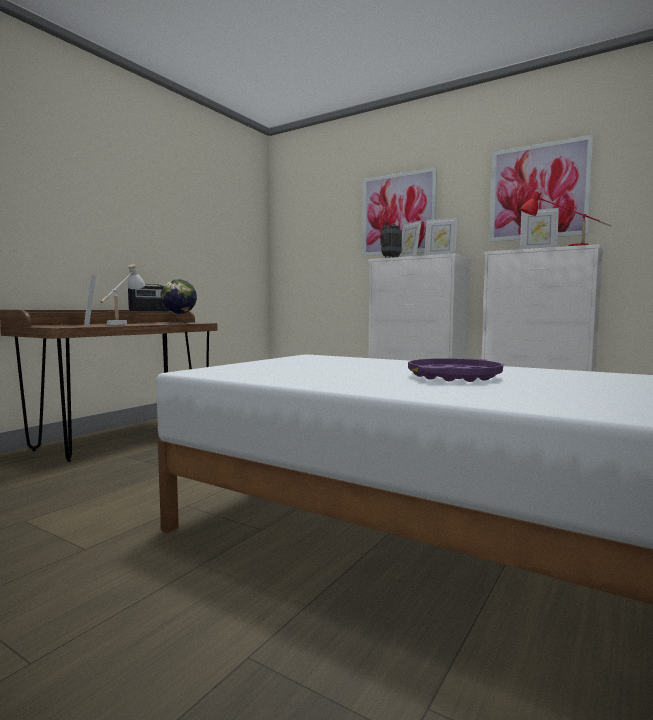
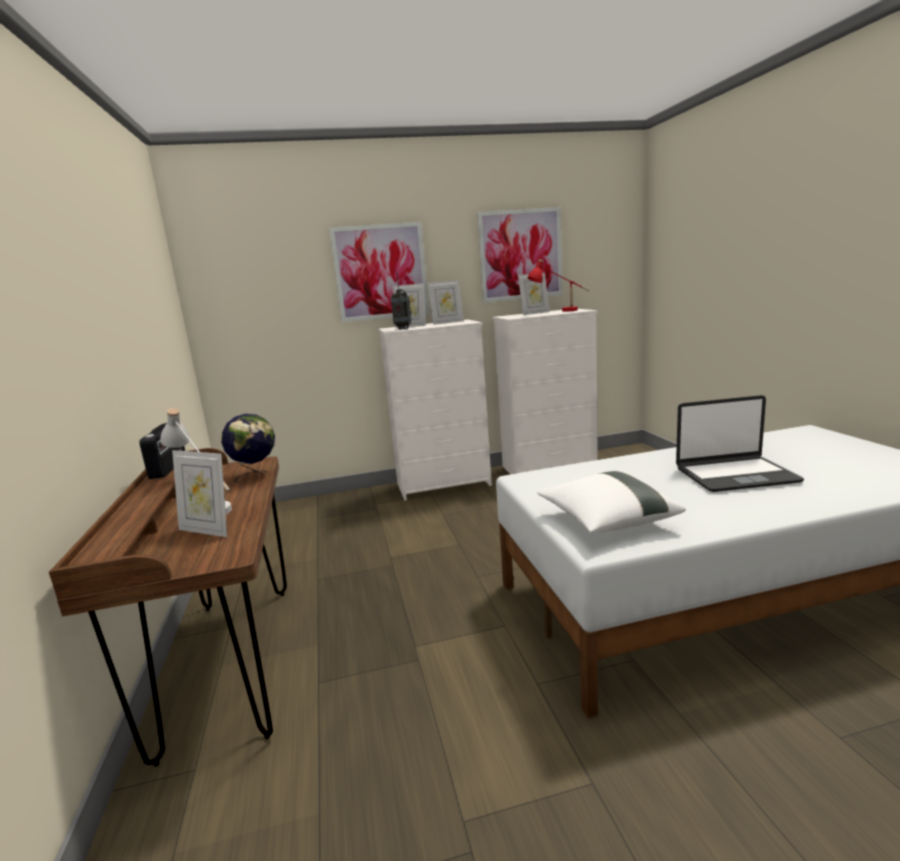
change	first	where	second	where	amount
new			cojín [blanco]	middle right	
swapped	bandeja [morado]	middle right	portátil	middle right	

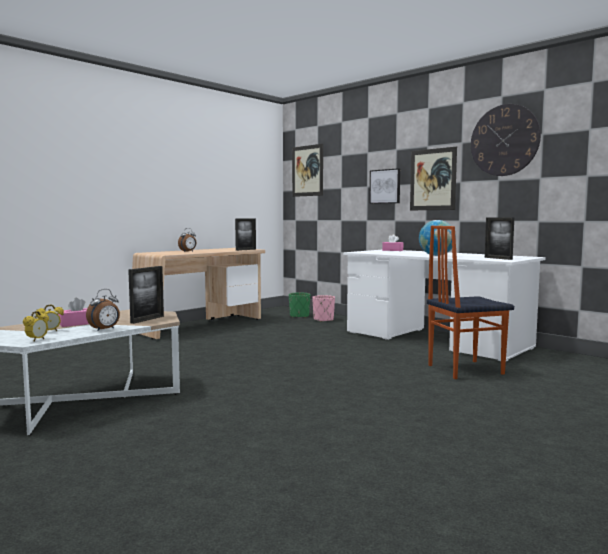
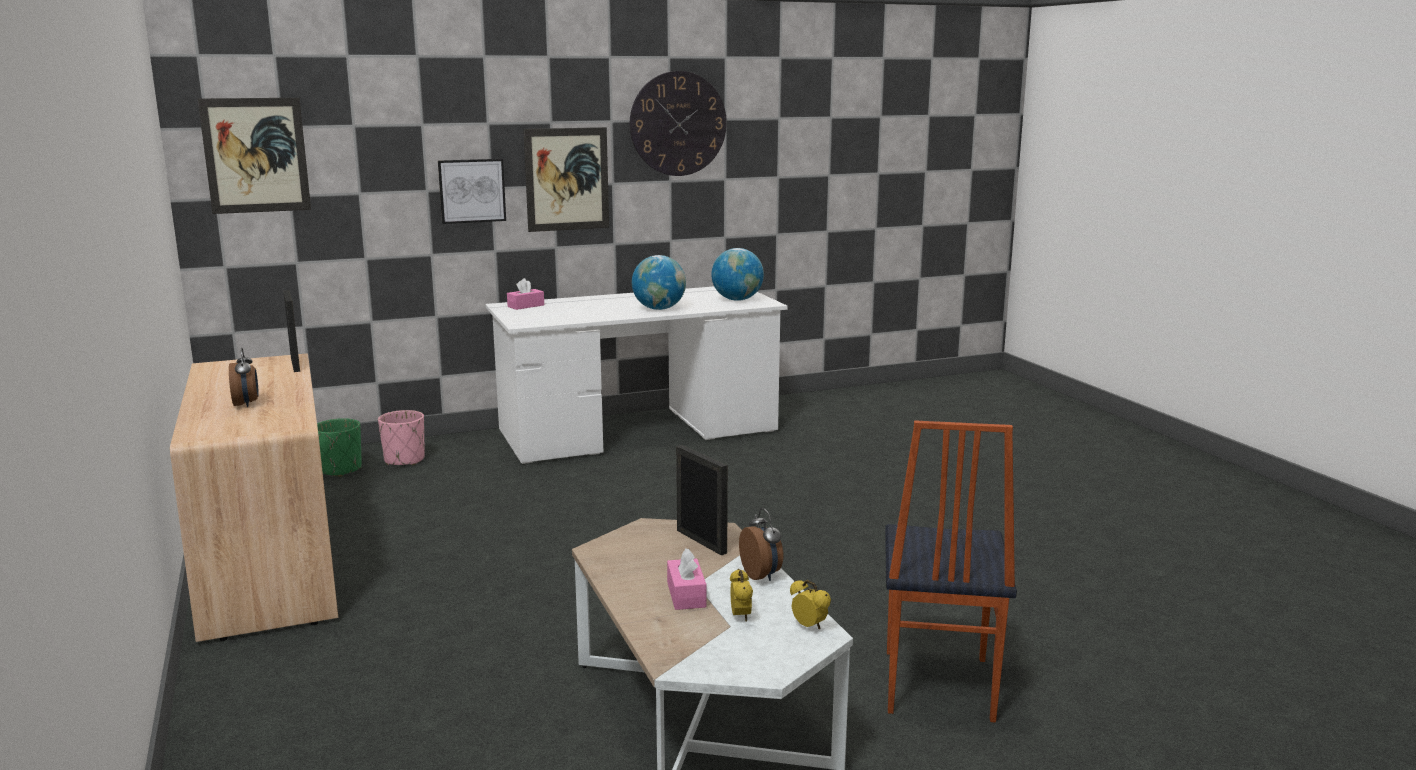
change	first	where	second	where	amount
swapped	portarretratos (no. 3 from left)	middle right	globo terráqueo (no. 2 from left)	centre	
shifted	silla	middle right		bottom right	

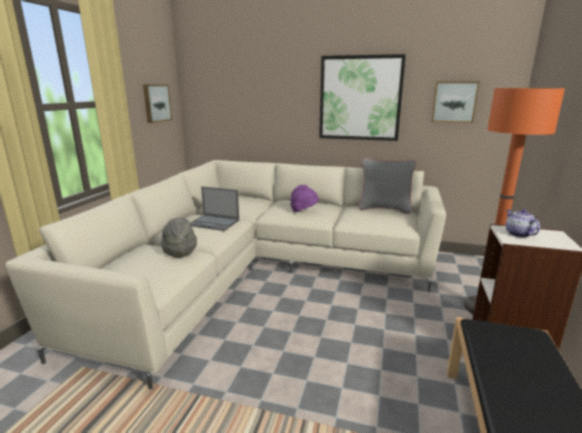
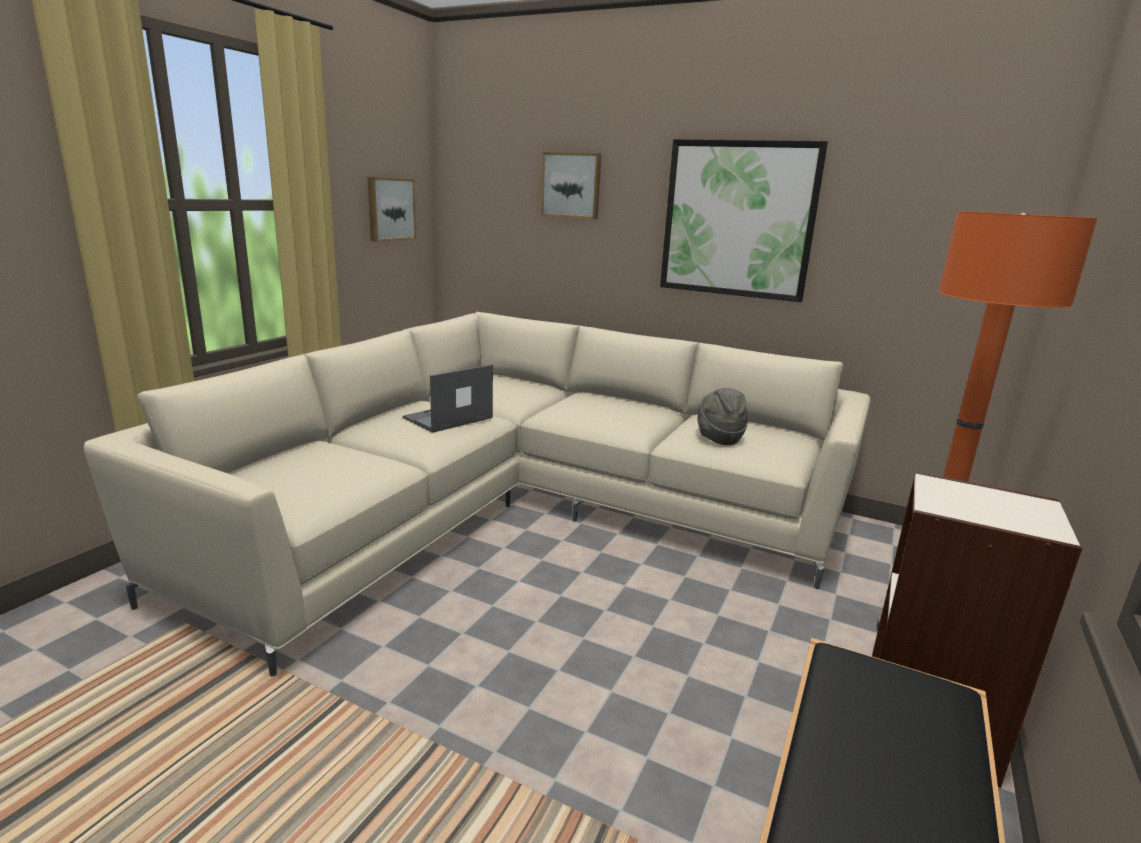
change	first	where	second	where	amount
rotated	portátil	centre		centre	105 degrees clockwise
shifted	cuadro (no. 3 from left in the first image)	top right	cuadro (no. 2 from left)	top centre	
shifted	sombrero [gris]	middle left		centre	
gone	sombrero [morado]	centre			
gone	cojín [gris]	centre			
gone	tetera	middle right			

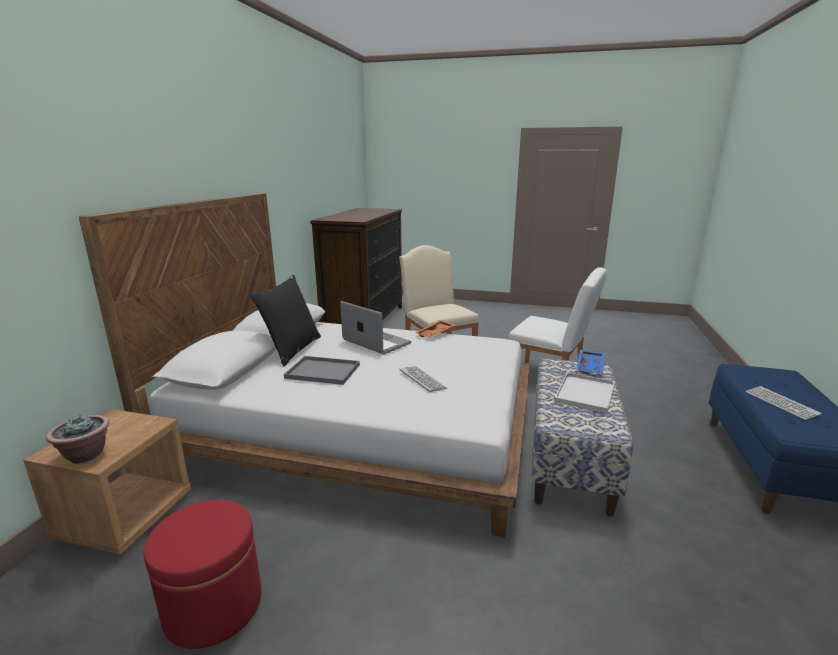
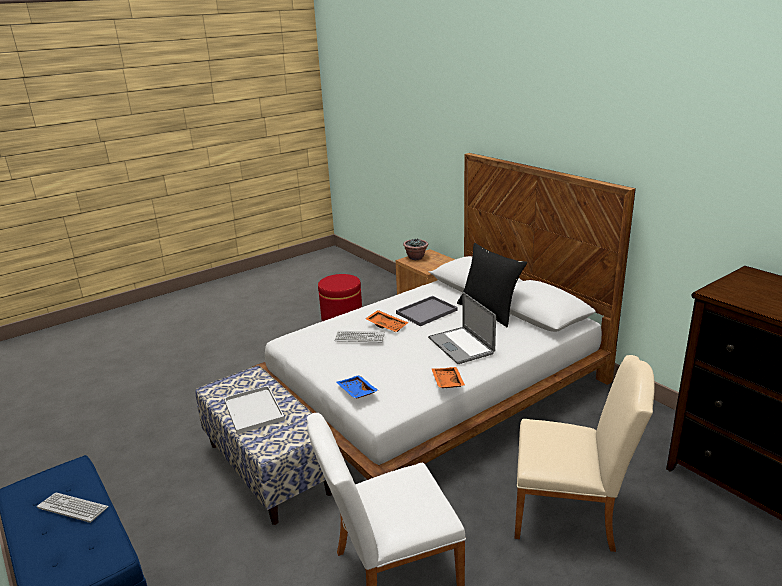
change	first	where	second	where	amount
shifted	bandeja [azul]	middle right		centre	
new			bandeja [naranja] (no. 1 from left)	centre	
rotated	portátil	centre		centre	75 degrees clockwise

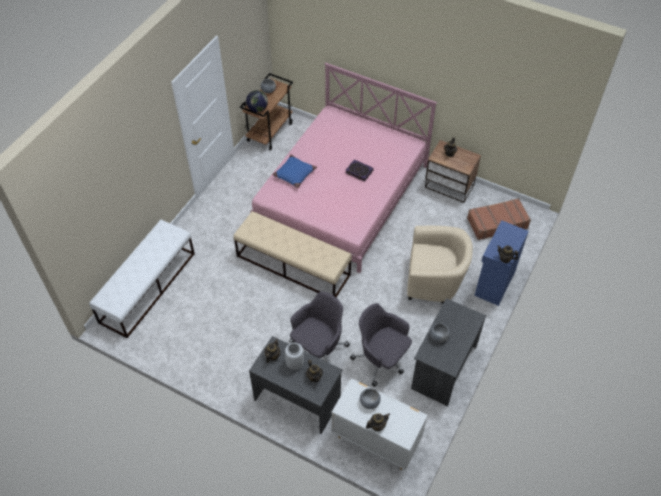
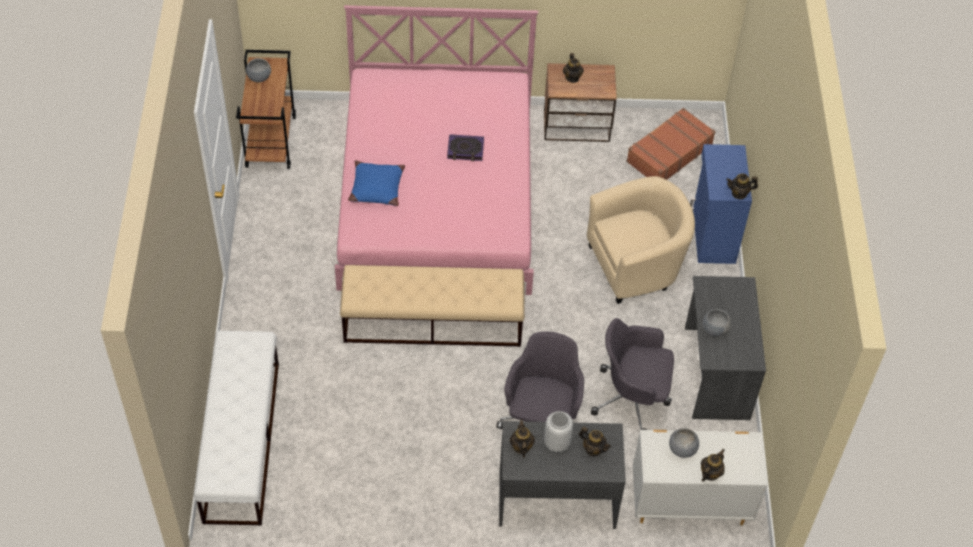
change	first	where	second	where	amount
gone	globo terráqueo	top centre			

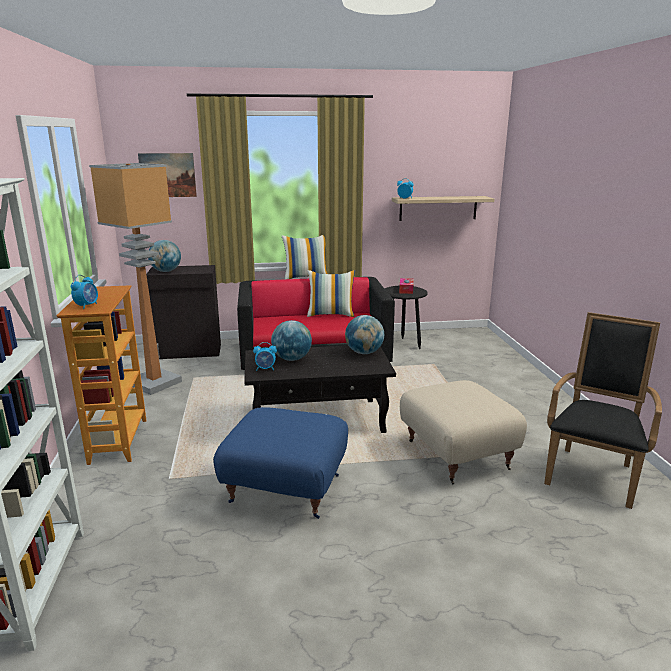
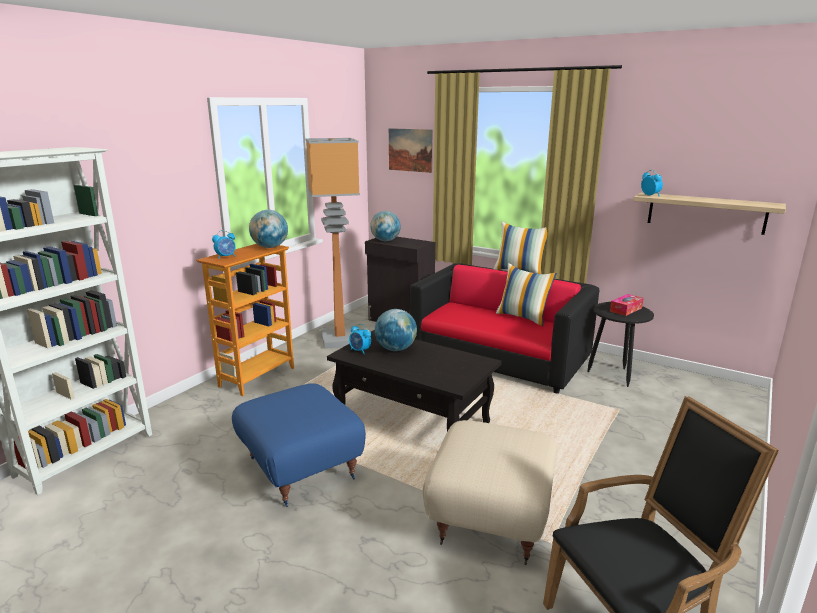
change	first	where	second	where	amount
shifted	globo terráqueo (no. 3 from left in the first image)	centre	globo terráqueo (no. 1 from left)	middle left	

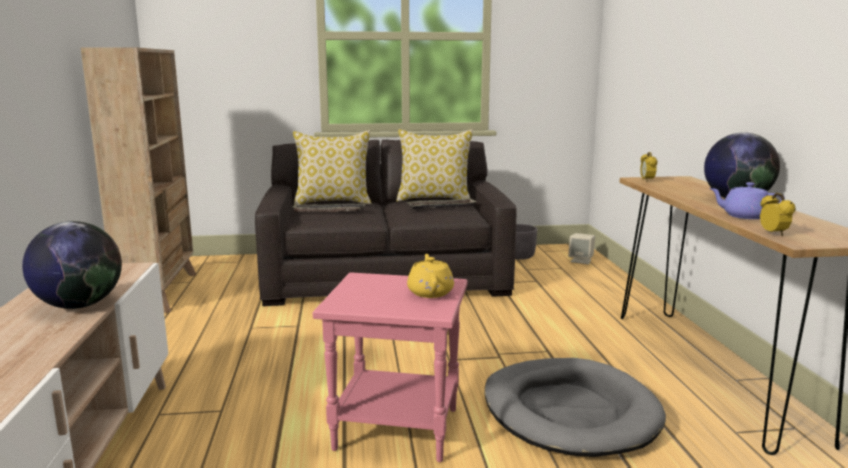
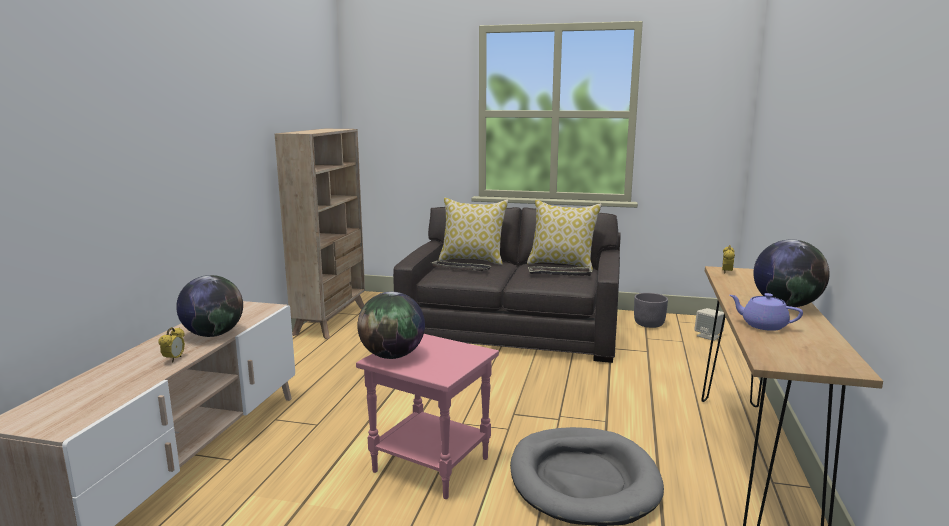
change	first	where	second	where	amount
shifted	despertador (no. 2 from left in the first image)	middle right	despertador (no. 1 from left)	middle left	
new			globo terráqueo (no. 2 from left)	centre	
gone	tetera [amarillo]	centre			

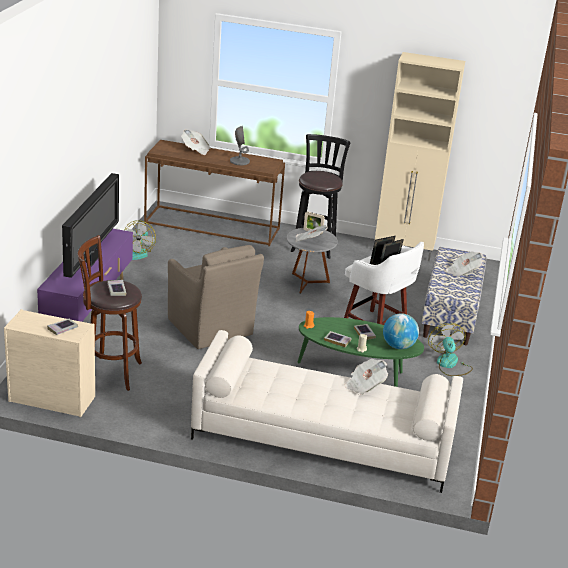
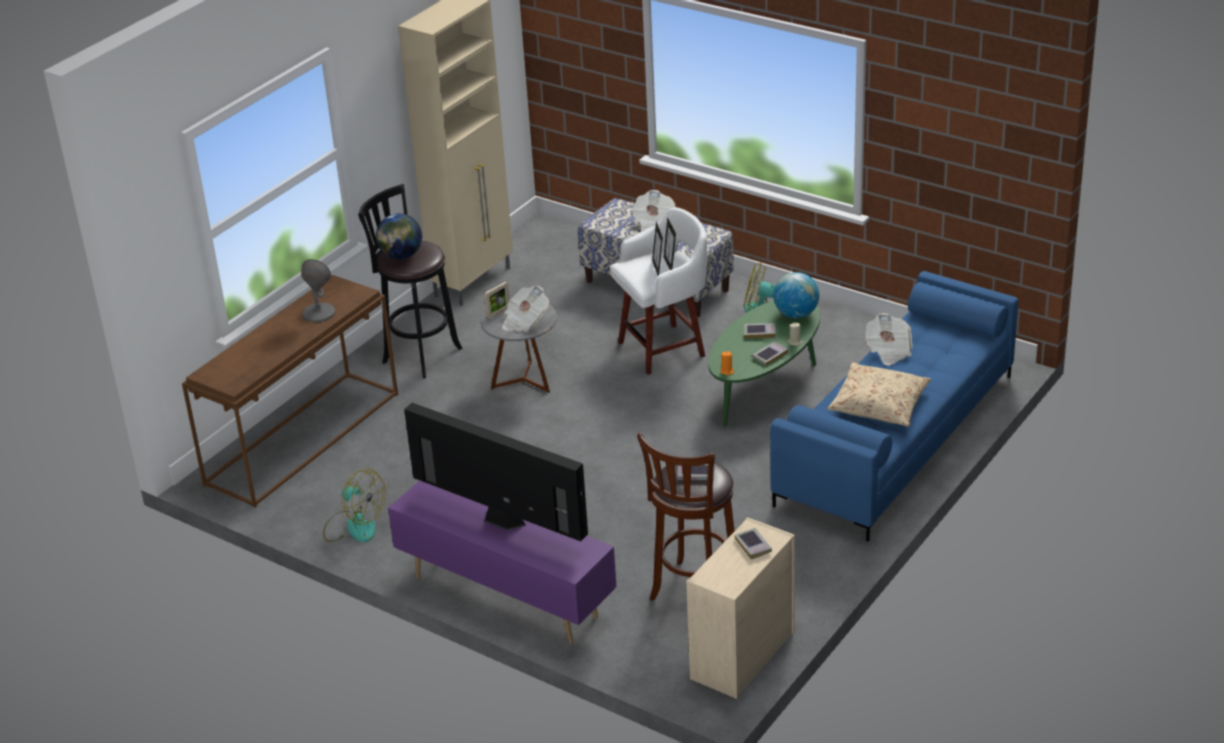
change	first	where	second	where	amount
new			globo terráqueo (no. 1 from left)	top left	
repainted	sofá [blanco]	bottom centre	sofá [azul]	middle right	
new			cojín [beis]	middle right	
gone	sillón [marrón]	centre			
gone	periódico (no. 1 from left)	top centre			

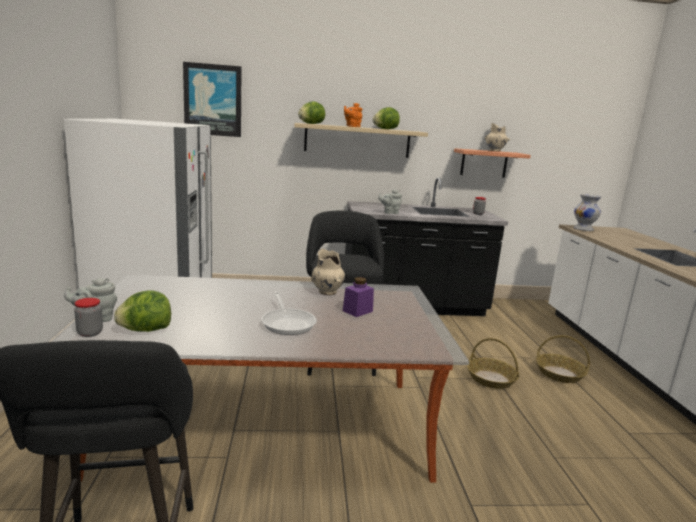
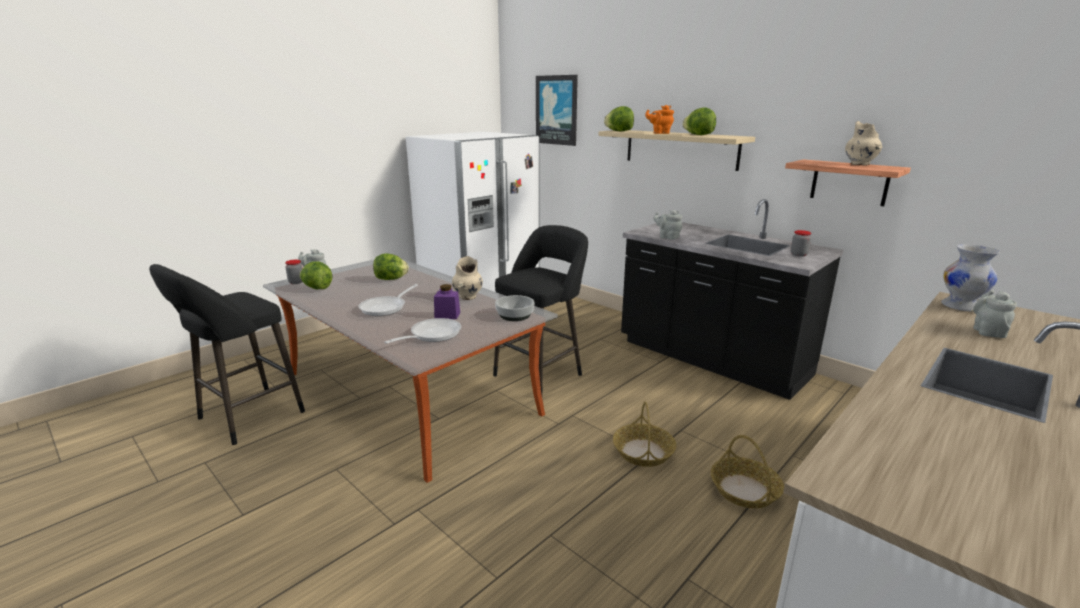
change	first	where	second	where	amount
new			lechuga (no. 2 from left)	centre	
new			sartén (no. 2 from left)	centre	
new			cuenco	centre	
new			tetera [gris] (no. 3 from left)	middle right	

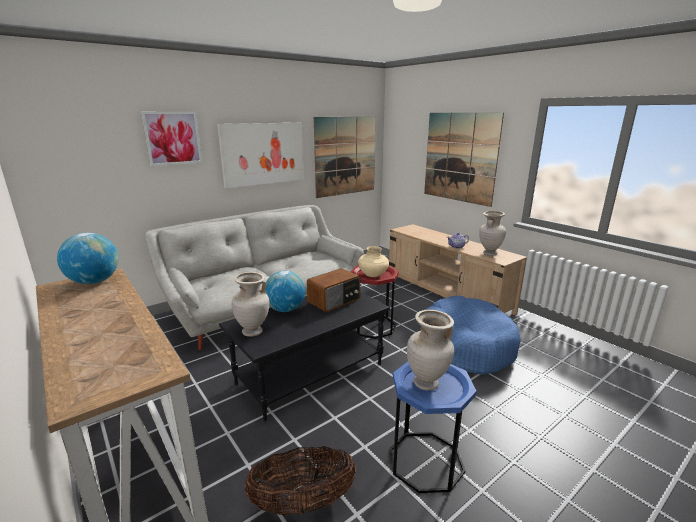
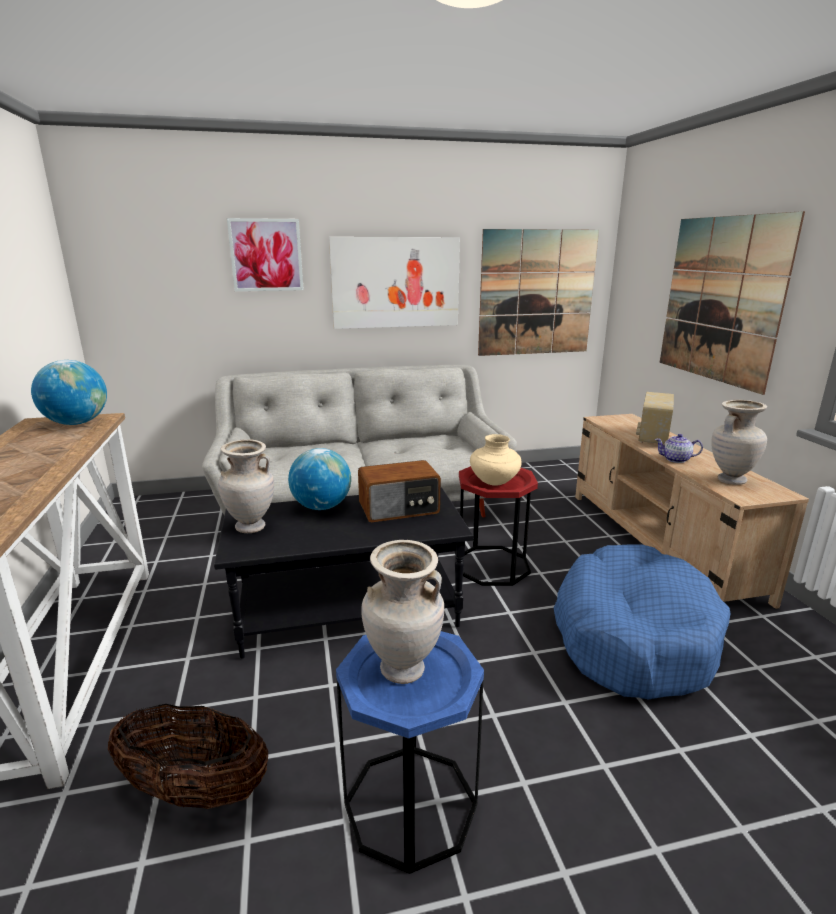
change	first	where	second	where	amount
new			radio (no. 2 from left)	middle right	

